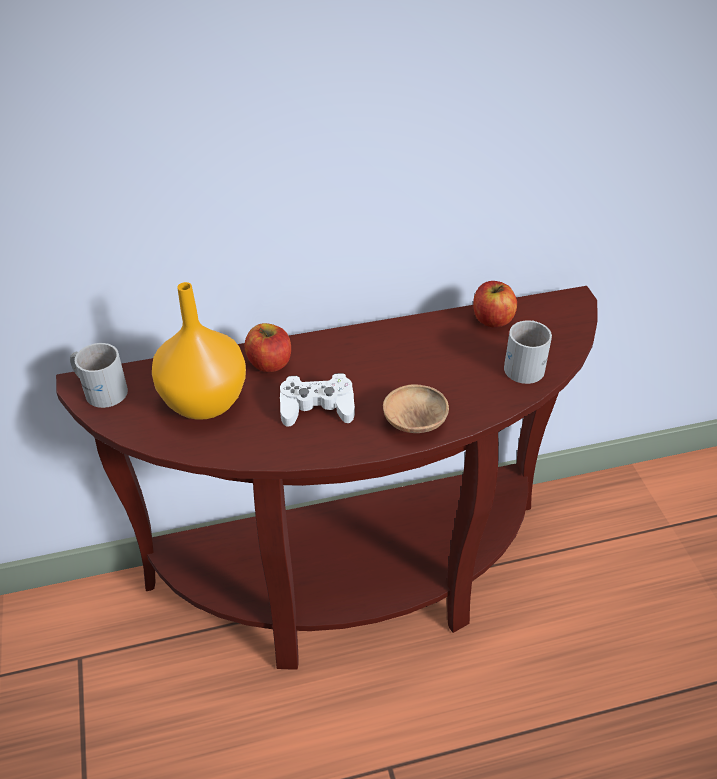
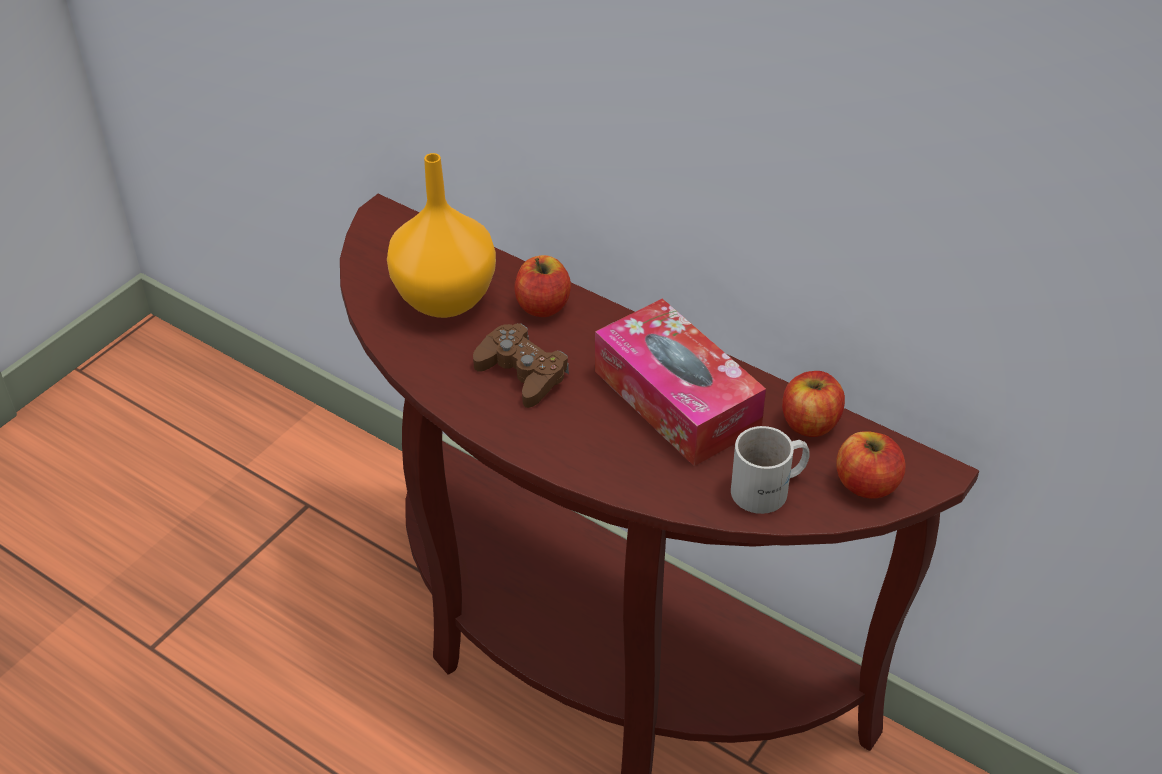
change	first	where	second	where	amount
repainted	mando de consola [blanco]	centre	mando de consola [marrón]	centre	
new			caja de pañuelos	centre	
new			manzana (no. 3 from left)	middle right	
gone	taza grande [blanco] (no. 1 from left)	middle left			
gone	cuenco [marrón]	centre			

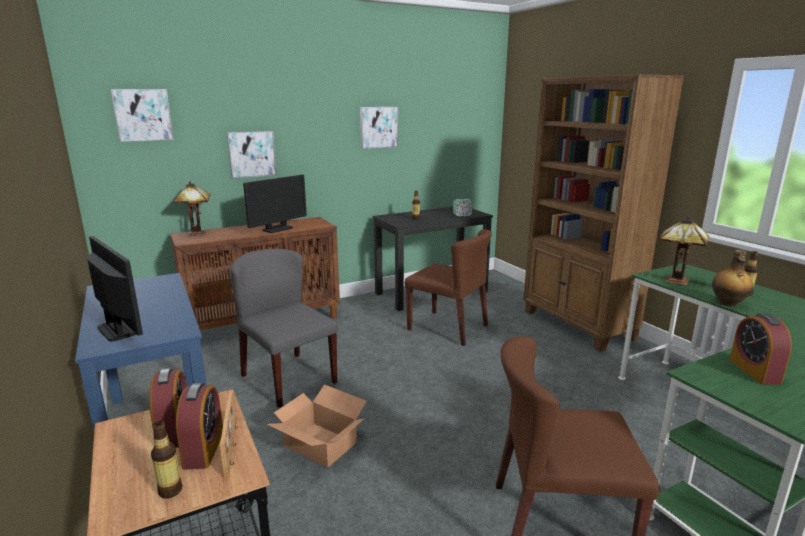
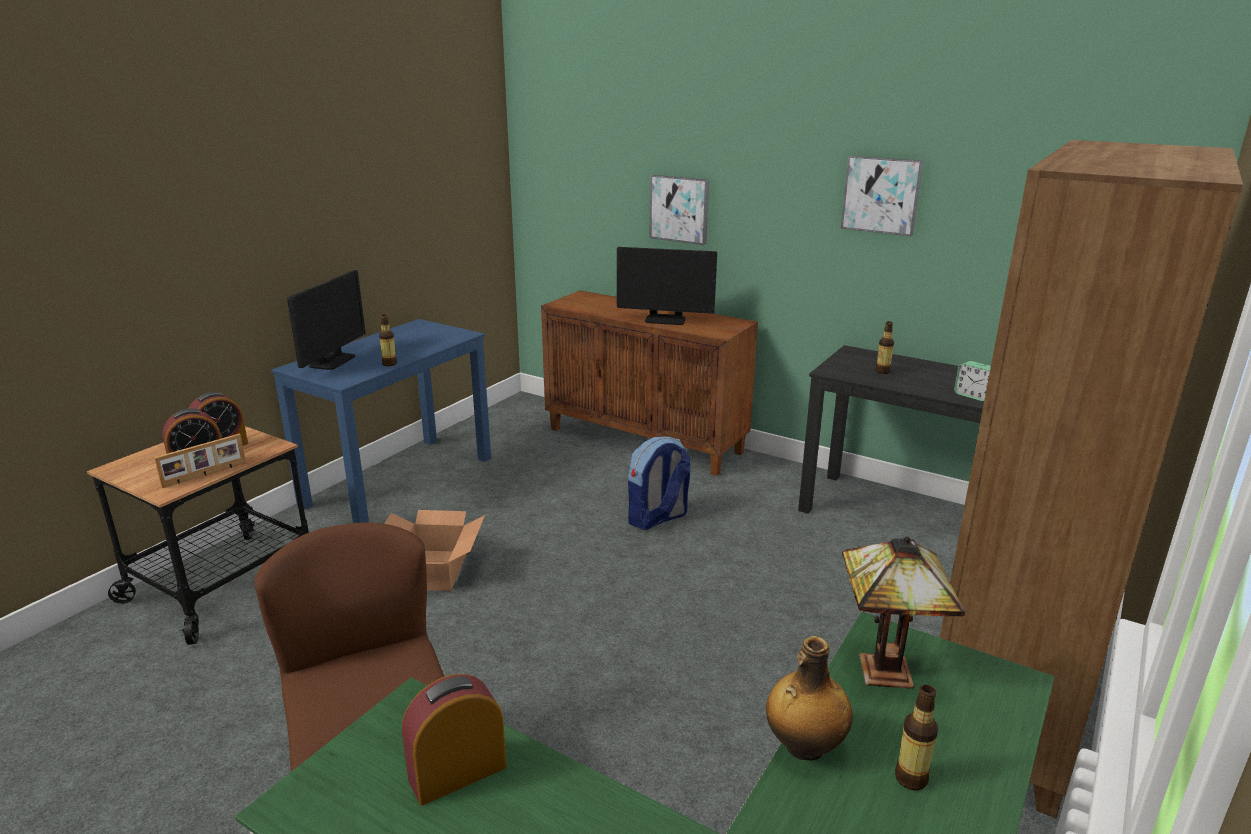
change	first	where	second	where	amount
shifted	botella (no. 1 from left)	bottom left		middle left	
new			mochila	centre	
gone	cuadro (no. 1 from left)	top left			
gone	lámpara de mesa (no. 1 from left)	middle left			
gone	silla [gris]	centre			
gone	silla [marrón] (no. 1 from left)	centre			

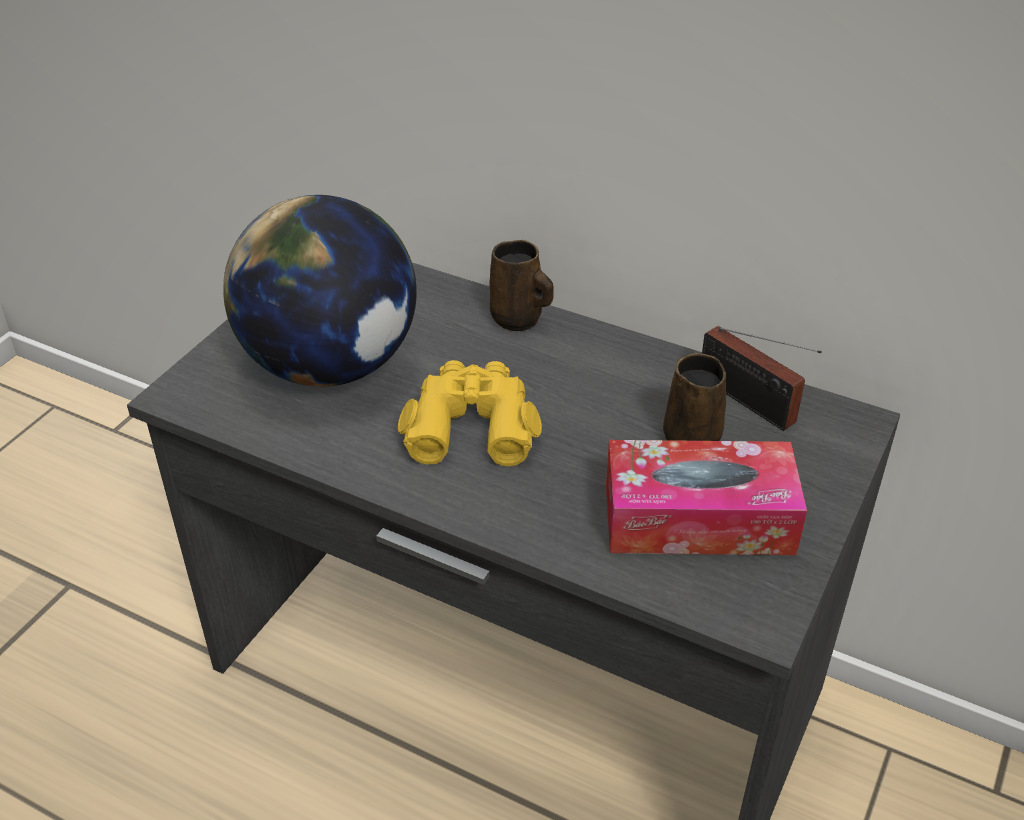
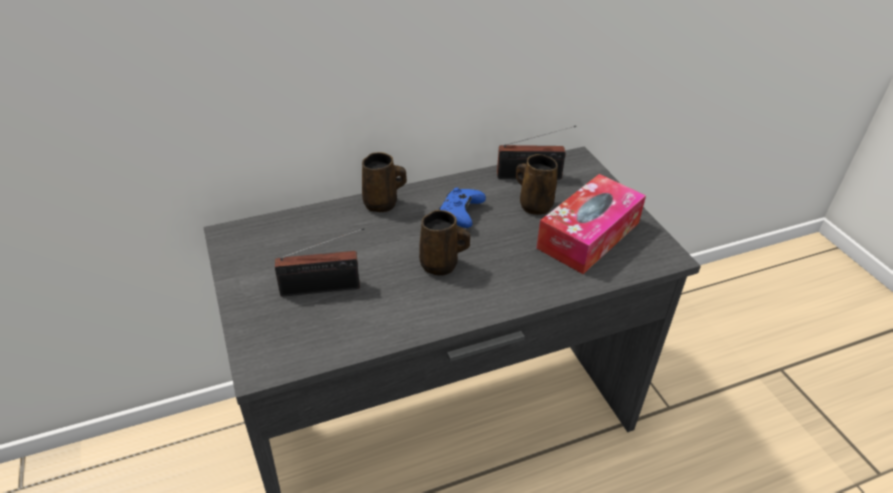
change	first	where	second	where	amount
swapped	globo terráqueo	middle left	radio (no. 1 from left)	centre	
swapped	prismáticos [amarillo]	centre	taza grande [marrón] (no. 2 from left)	centre	
new			mando de consola [azul]	centre	

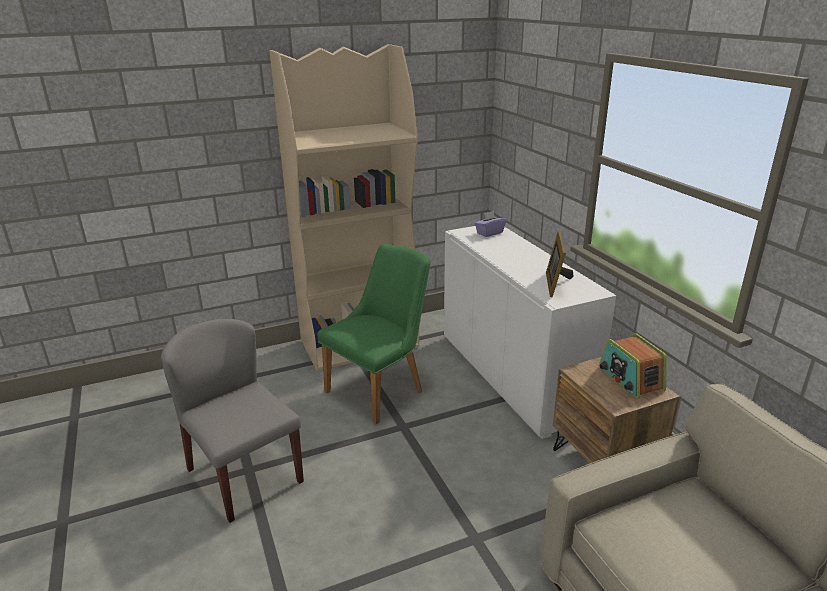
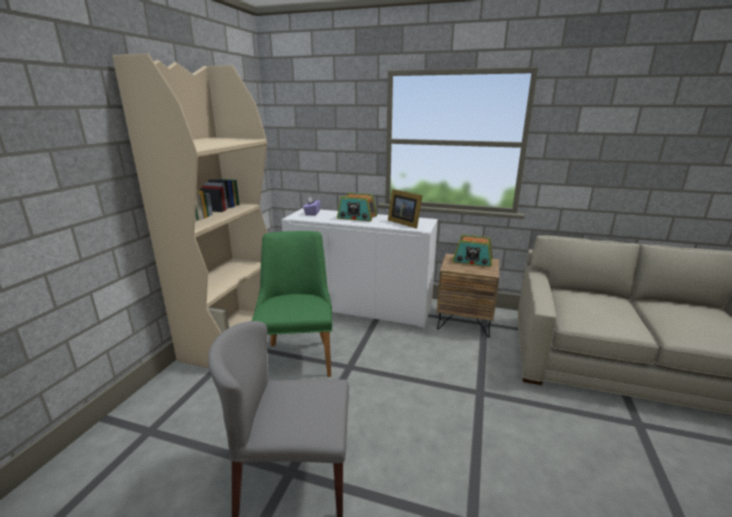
change	first	where	second	where	amount
new			radio (no. 1 from left)	centre	

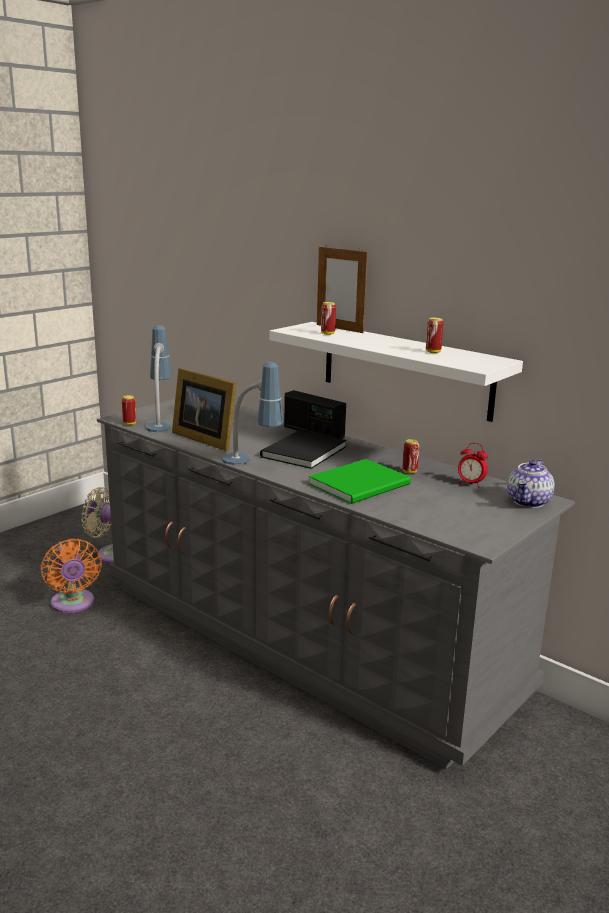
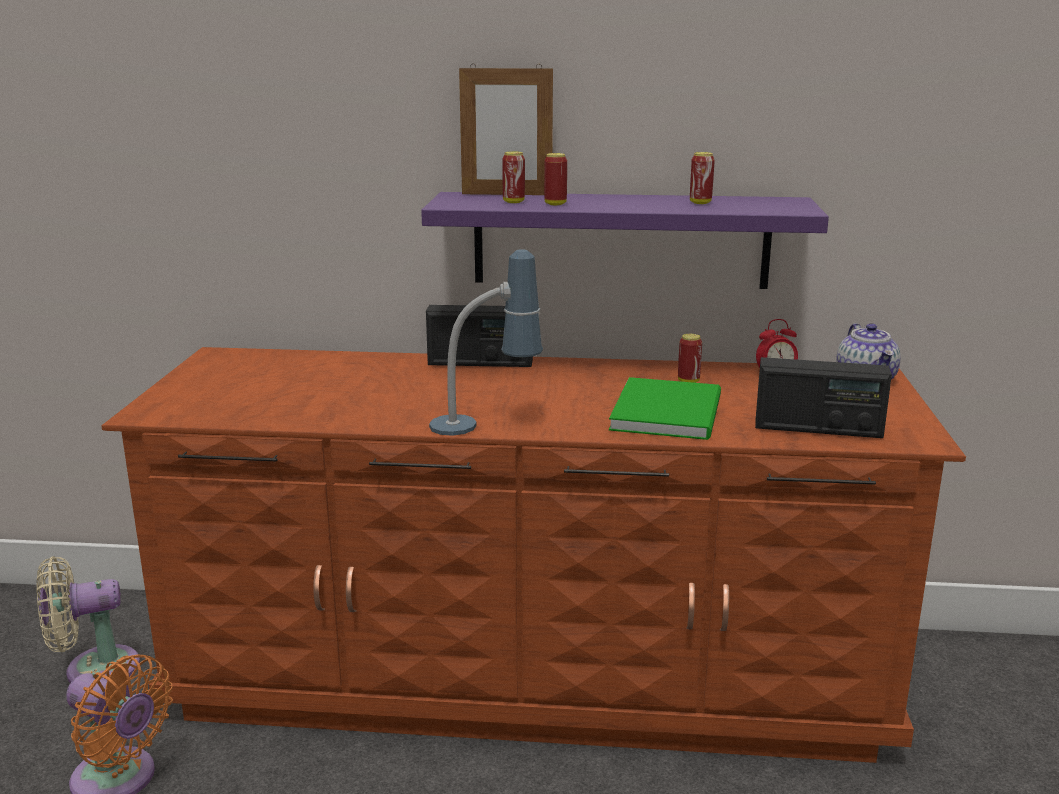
change	first	where	second	where	amount
repainted	cómoda [gris]	centre	cómoda [marrón]	bottom centre	
repainted	estante [blanco]	centre	estante [morado]	top centre	
shifted	lata (no. 1 from left in the first image)	middle left	lata (no. 2 from left)	top centre	
new			radio (no. 2 from left)	middle right	
gone	lámpara de mesa (no. 1 from left)	middle left			
gone	portarretratos (no. 1 from left)	centre			
gone	libro [negro]	centre			

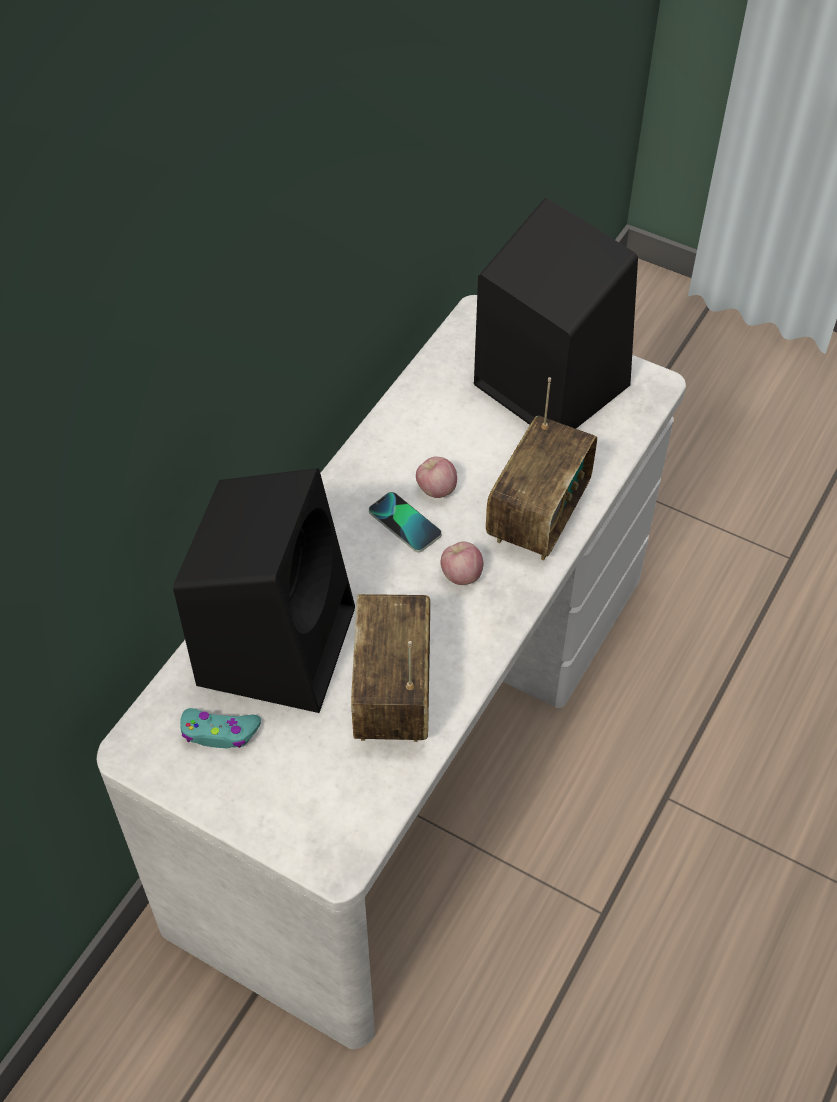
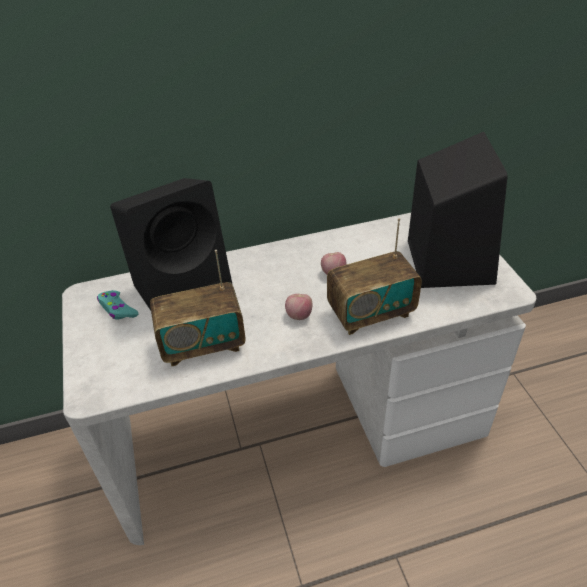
change	first	where	second	where	amount
rotated	radio (no. 1 from left)	centre		centre	150 degrees counterclockwise
gone	móvil	centre			

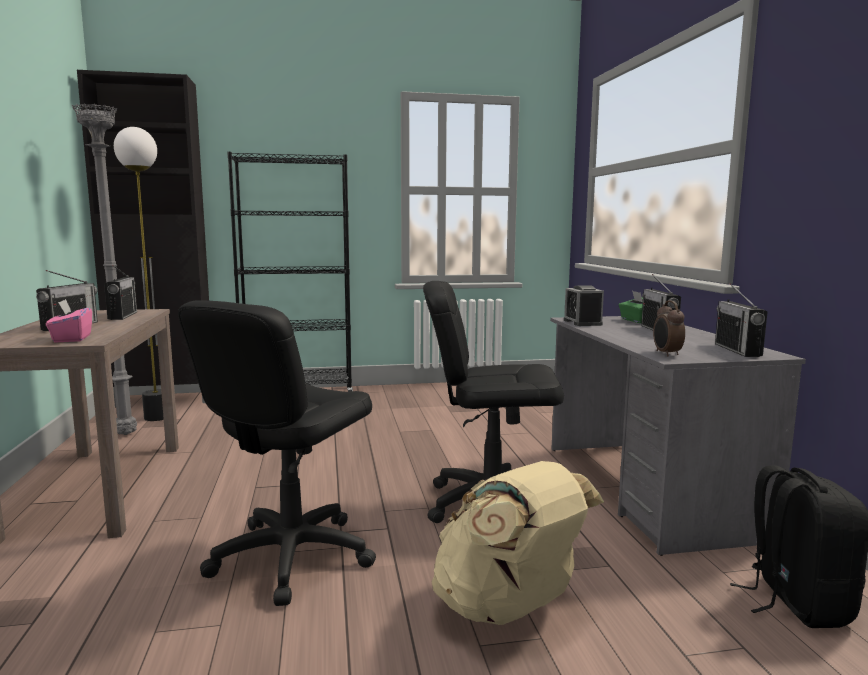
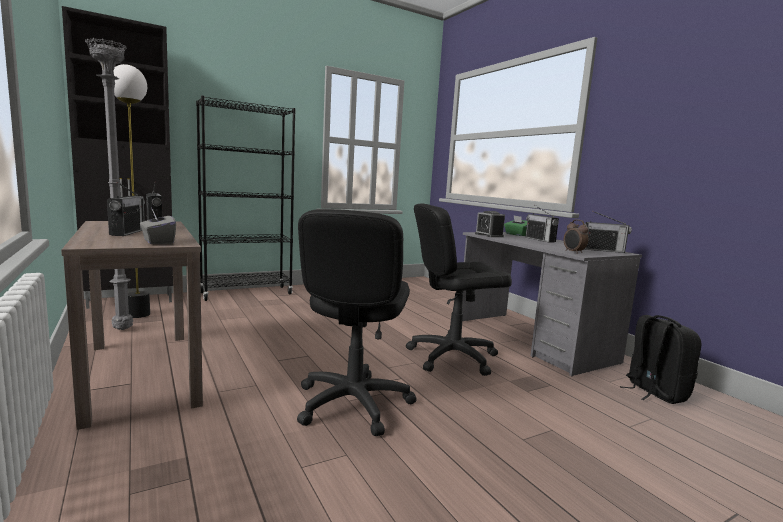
change	first	where	second	where	amount
repainted	caja de pañuelos [rosa]	middle left	caja de pañuelos [gris]	middle left	
rotated	radio (no. 4 from left)	middle right		middle right	60 degrees counterclockwise
gone	mochila [beis]	bottom centre			

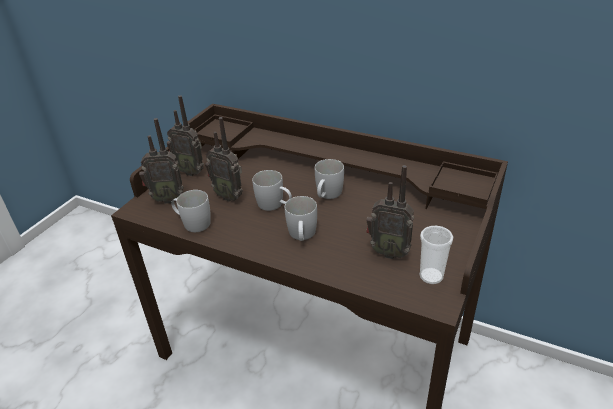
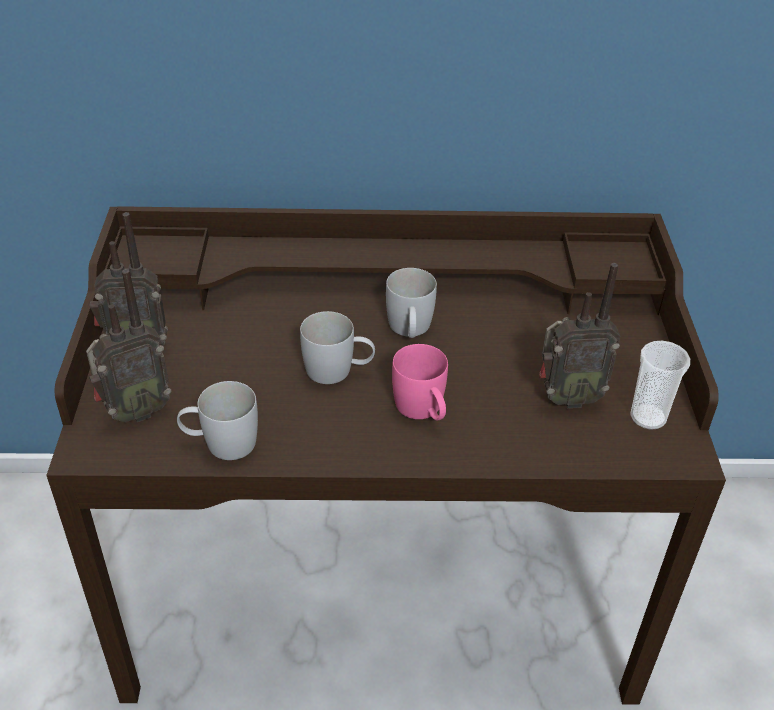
change	first	where	second	where	amount
repainted	taza grande [blanco] (no. 3 from left)	centre	taza grande [rosa]	centre	
gone	radio (no. 3 from left)	centre			

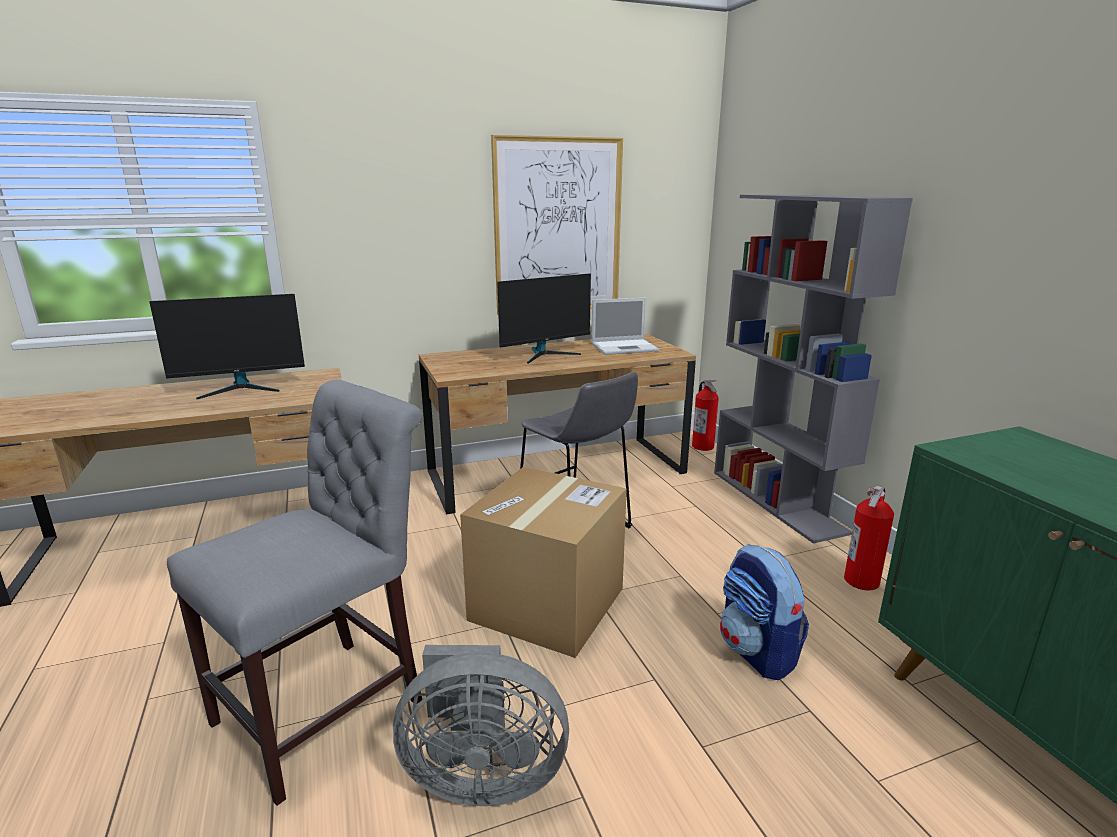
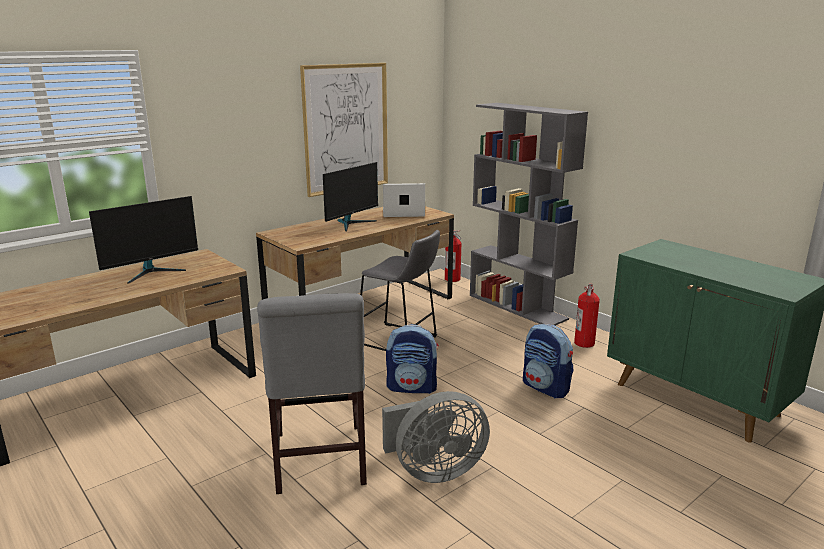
change	first	where	second	where	amount
rotated	silla [gris]	bottom left		bottom centre	150 degrees clockwise
rotated	portátil	centre		centre	150 degrees counterclockwise
swapped	caja de cartón	bottom centre	mochila (no. 1 from left)	centre	

